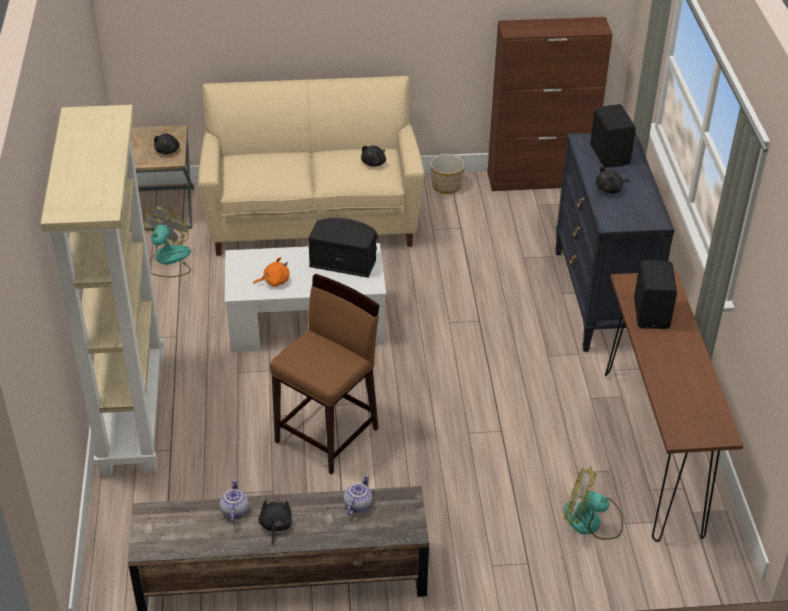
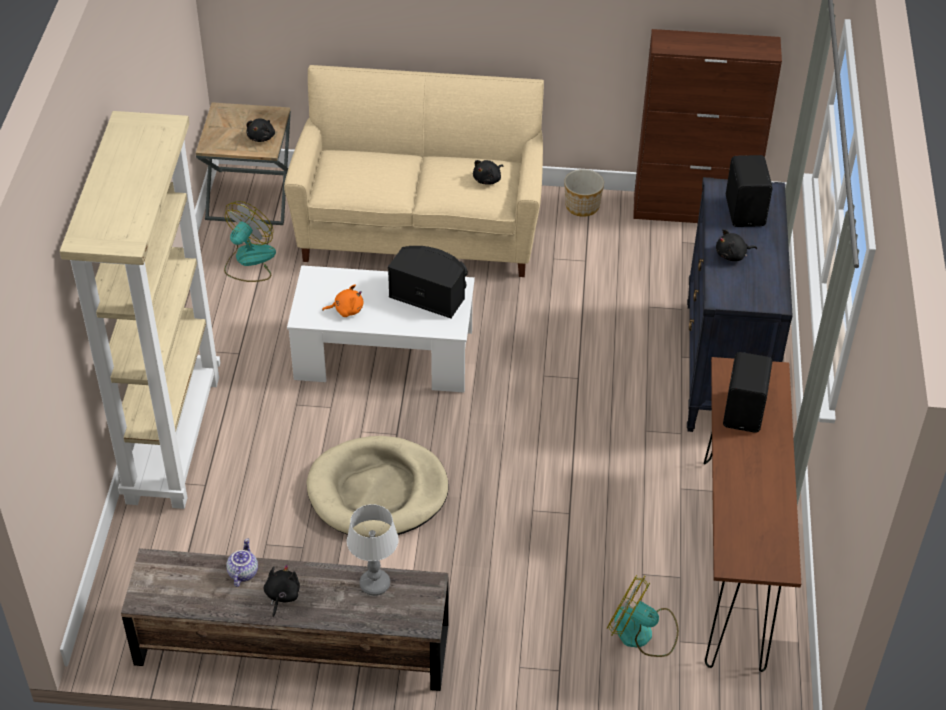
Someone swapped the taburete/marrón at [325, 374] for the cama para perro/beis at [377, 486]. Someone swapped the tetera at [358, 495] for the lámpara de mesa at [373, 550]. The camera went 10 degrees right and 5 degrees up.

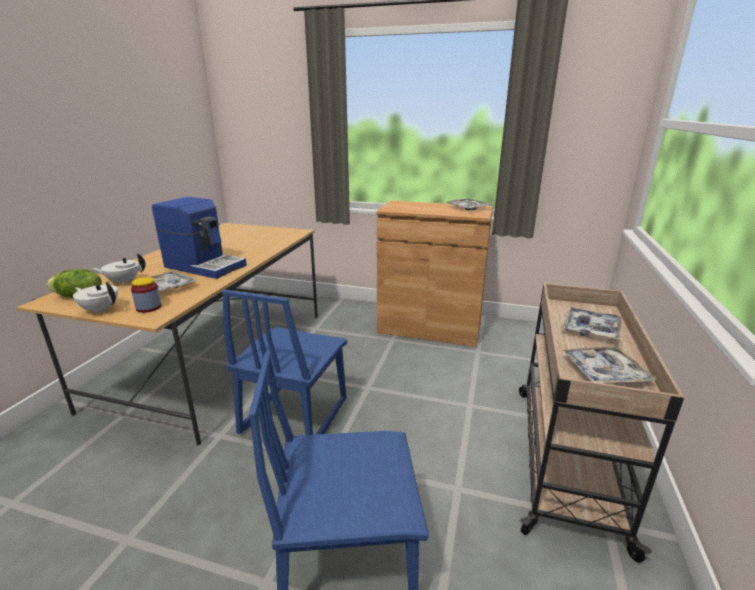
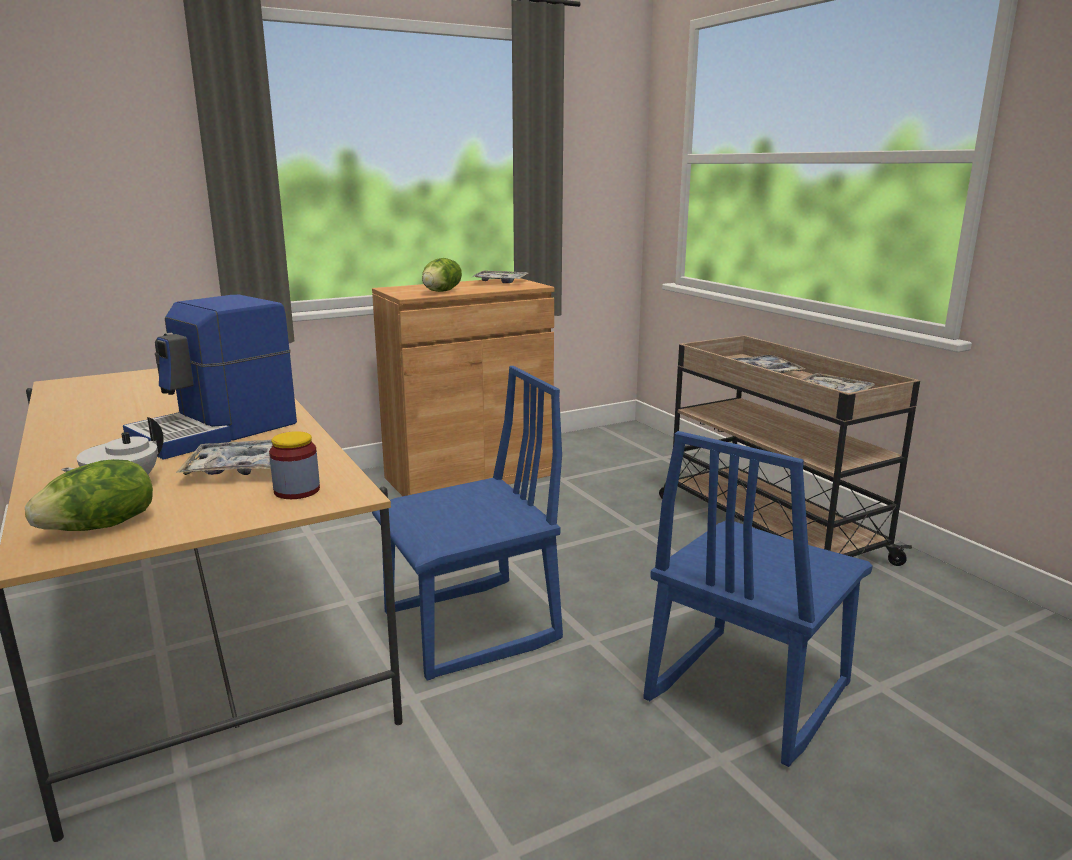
Someone rotated the cafetera at [199, 238] by 150 degrees clockwise. Someone rotated the silla/azul at [284, 362] by 90 degrees counterclockwise. Someone put down the lechuga at [442, 275]. Someone took away the tetera/blanco at [95, 298]. The camera went 45 degrees left and 5 degrees down.

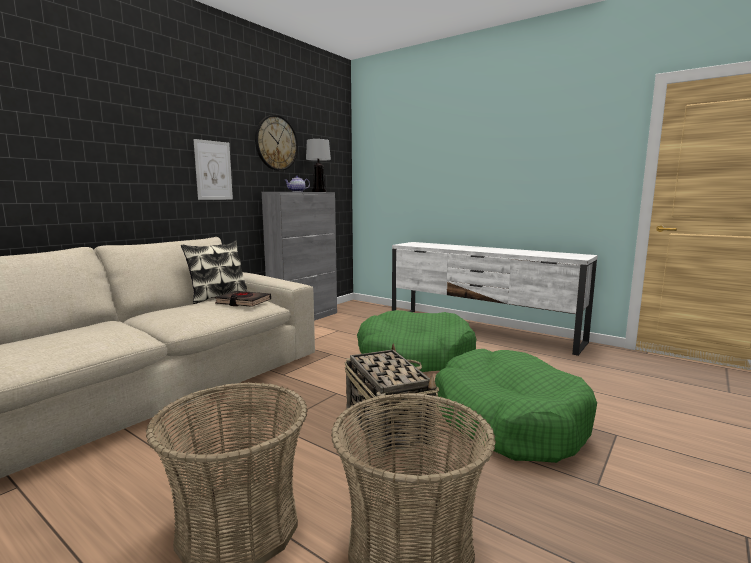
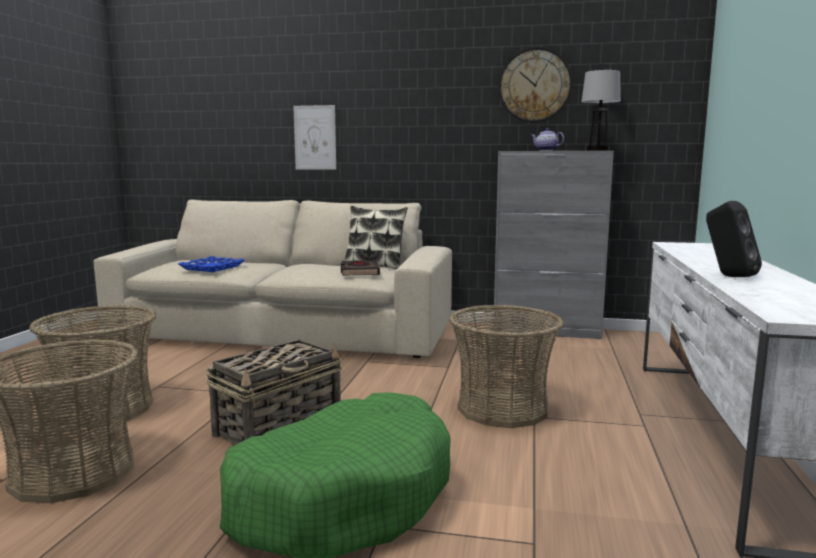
Someone put down the bandeja/azul at [211, 264]. Someone carried the cuadro from [213, 169] to [314, 137]. Someone swapped the cama para perro/verde at [416, 341] for the cesta at [506, 366]. Someone put down the altavoz/negro at [734, 239]. The camera went 65 degrees right and 0 degrees up.

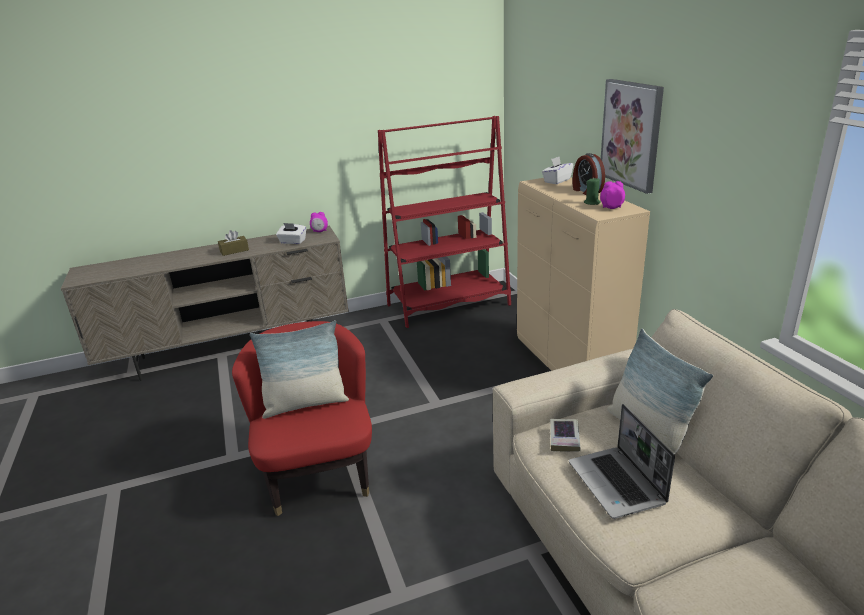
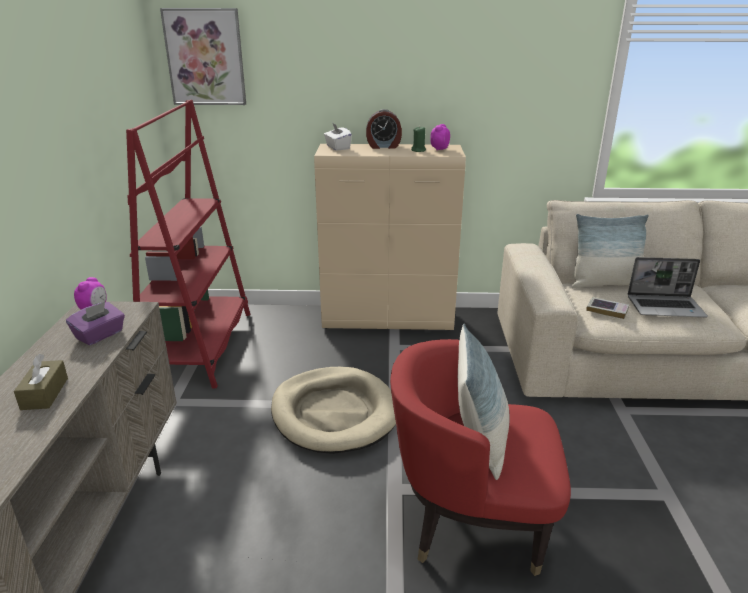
Someone repainted the caja de pañuelos/blanco at [291, 233], which became the caja de pañuelos/morado at [95, 323]. Someone carried the cuadro from [632, 136] to [203, 56]. Someone put down the cama para perro/beis at [333, 410]. The camera went 70 degrees left and 0 degrees up.

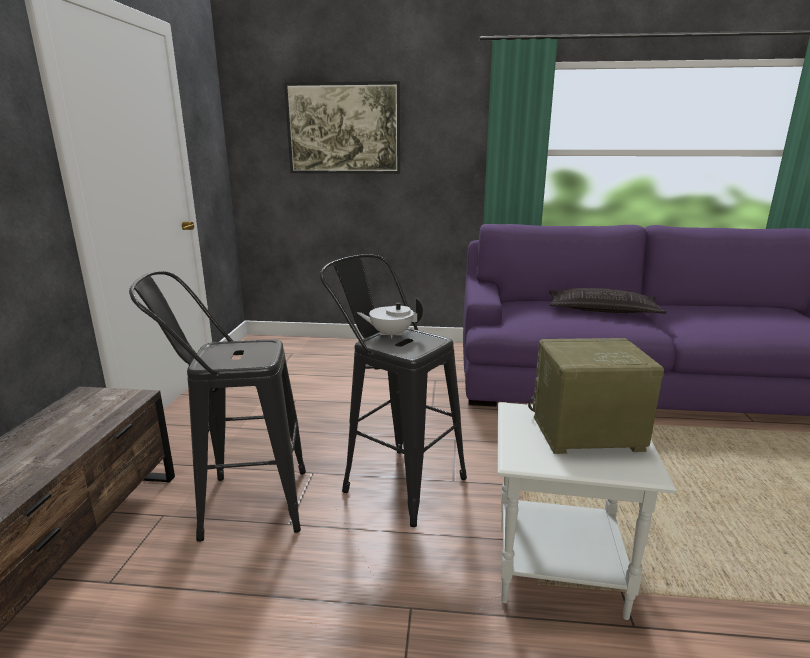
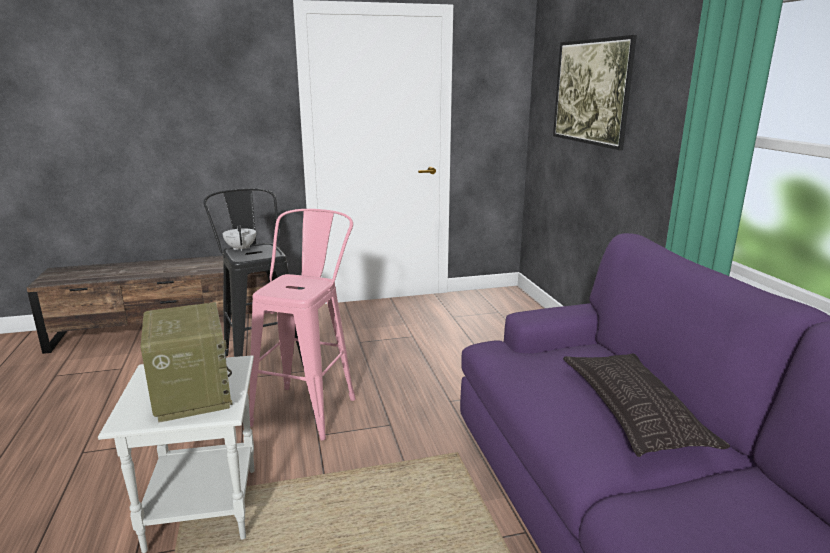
Someone carried the tetera/blanco from [390, 318] to [239, 238]. Someone repainted the taburete/negro at [393, 390], which became the taburete/rosa at [302, 325]. The camera went 70 degrees right and 0 degrees up.

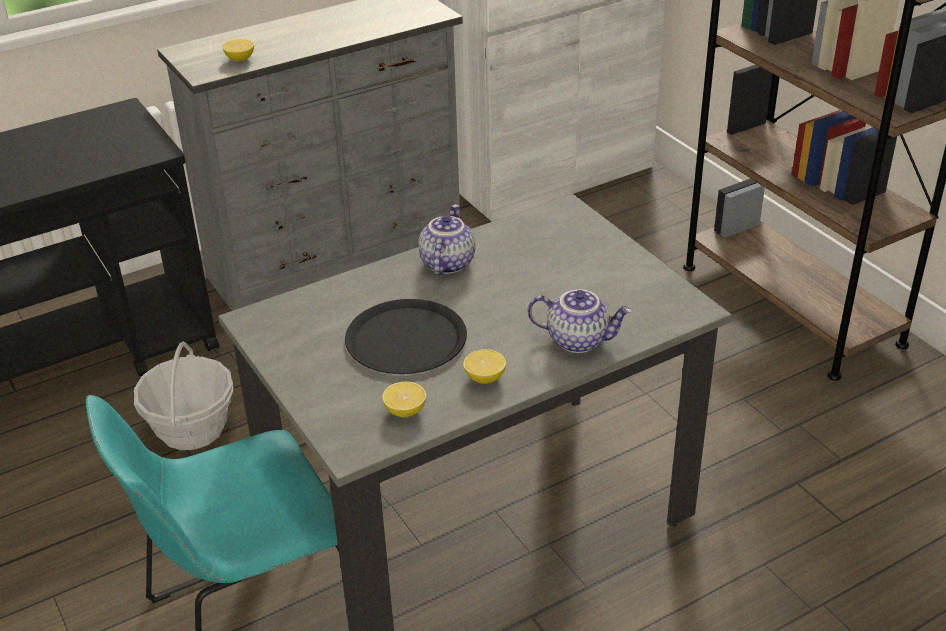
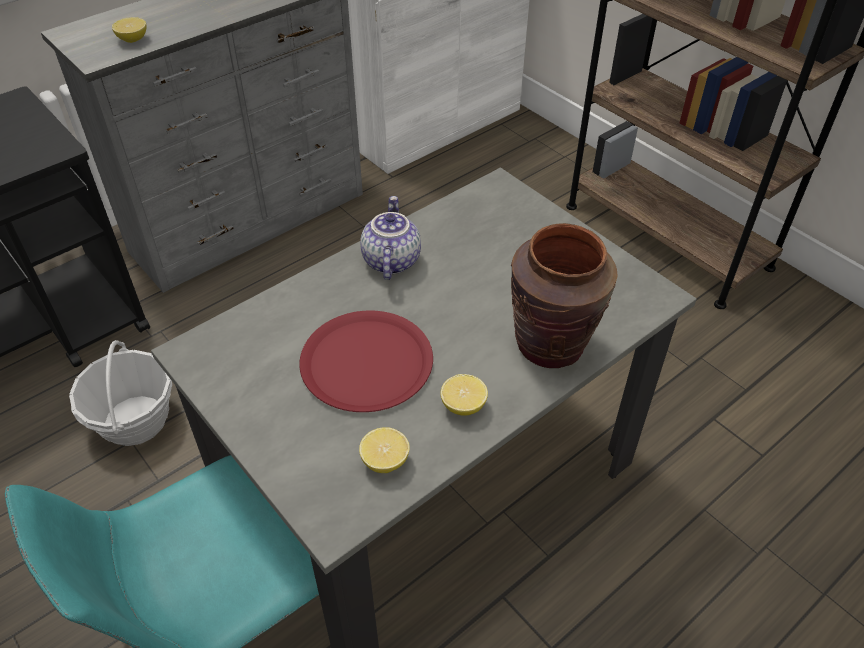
Someone repainted the plato/negro at [406, 336], which became the plato/rojo at [366, 361]. Someone swapped the tetera at [580, 321] for the florero/marrón at [564, 295]. The camera went 10 degrees left and 10 degrees up.

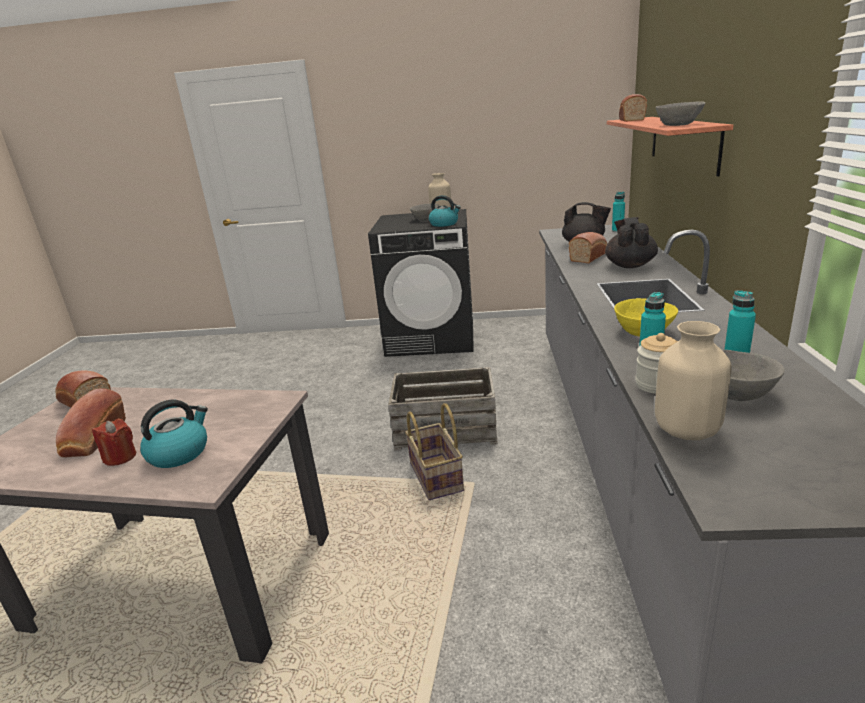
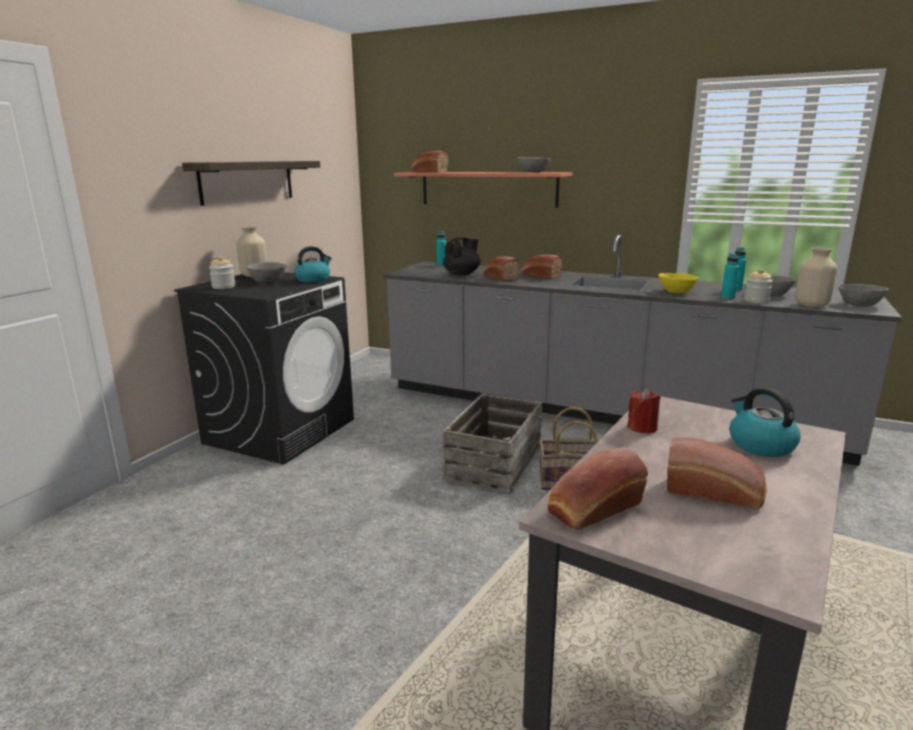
Someone put up the estante at [251, 183]. Someone put down the tarro at [222, 272]. Someone swapped the tetera/negro at [631, 242] for the pan at [542, 267]. Someone carried the vela/rojo from [114, 442] to [644, 411]. Someone put down the cuenco/gris at [863, 295]. The camera went 70 degrees left and 5 degrees down.

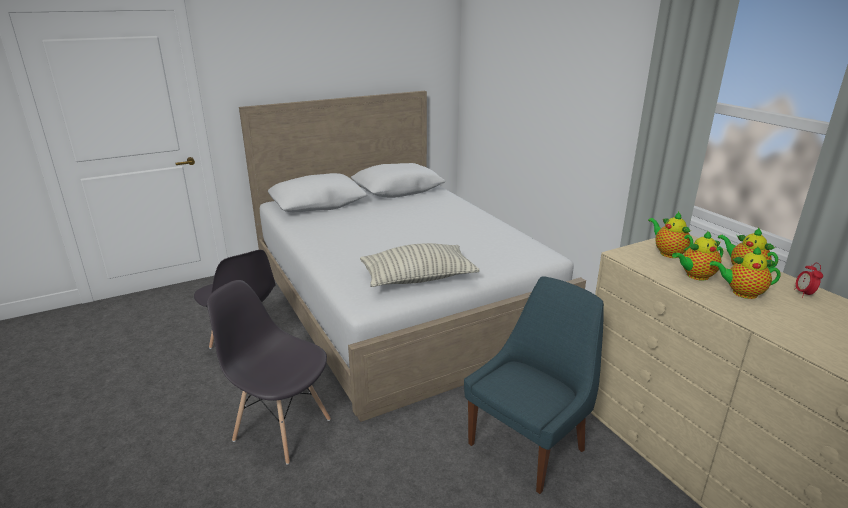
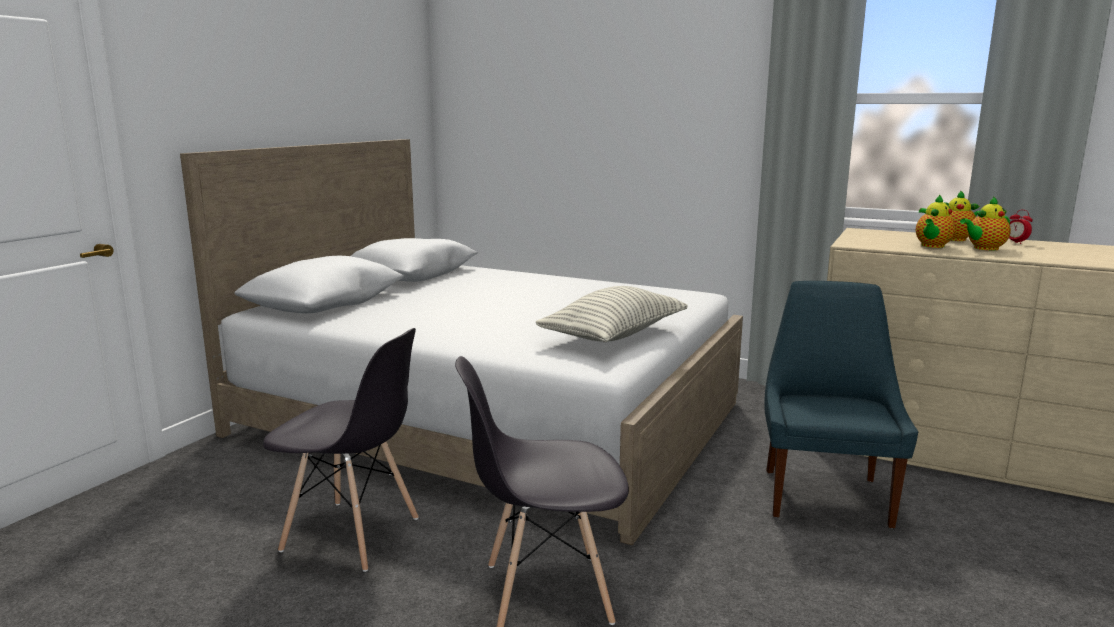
Someone took away the tetera at [670, 234]. The camera went 35 degrees left and 10 degrees down.

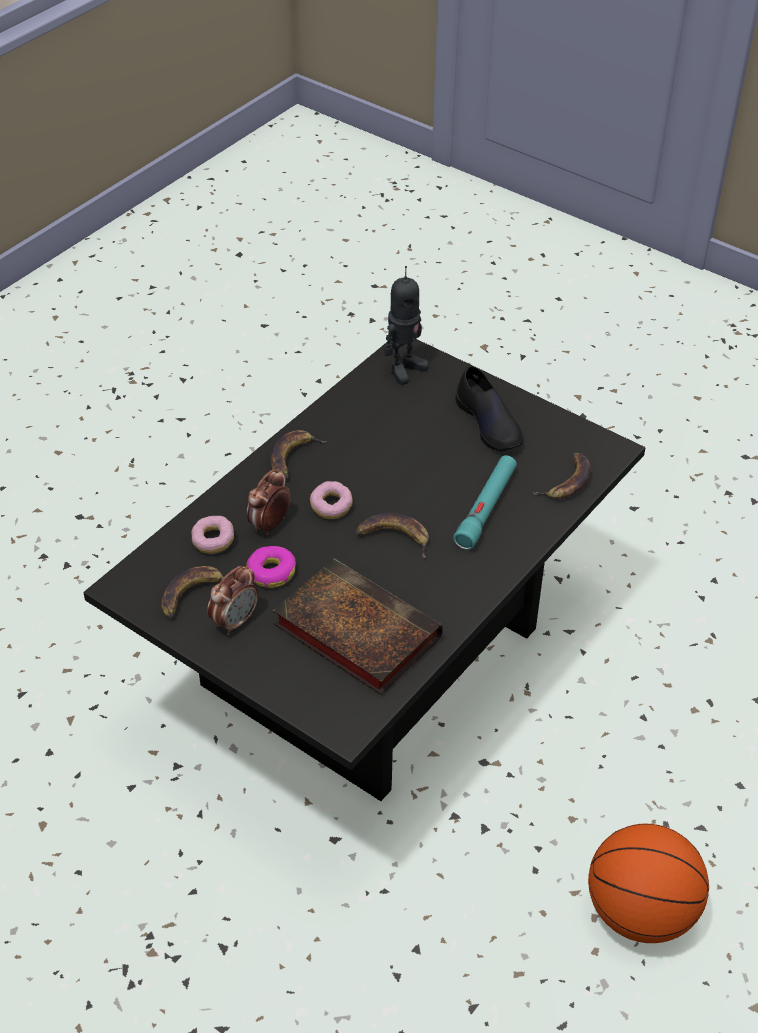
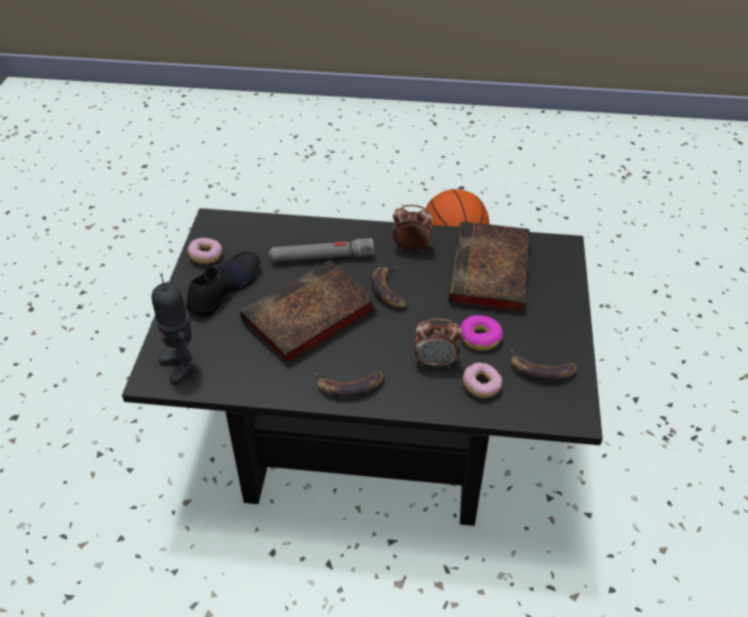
Someone rotated the robot de juguete at [406, 325] by 135 degrees counterclockwise. Someone carried the rosquilla from [331, 500] to [205, 251]. Someone put down the libro at [308, 313]. Someone repainted the linterna/turquesa at [485, 502], which became the linterna/gris at [321, 250]. Someone carried the despertador from [232, 600] to [413, 228]. Someone took away the plátano at [562, 475]. The camera went 120 degrees left and 0 degrees up.

